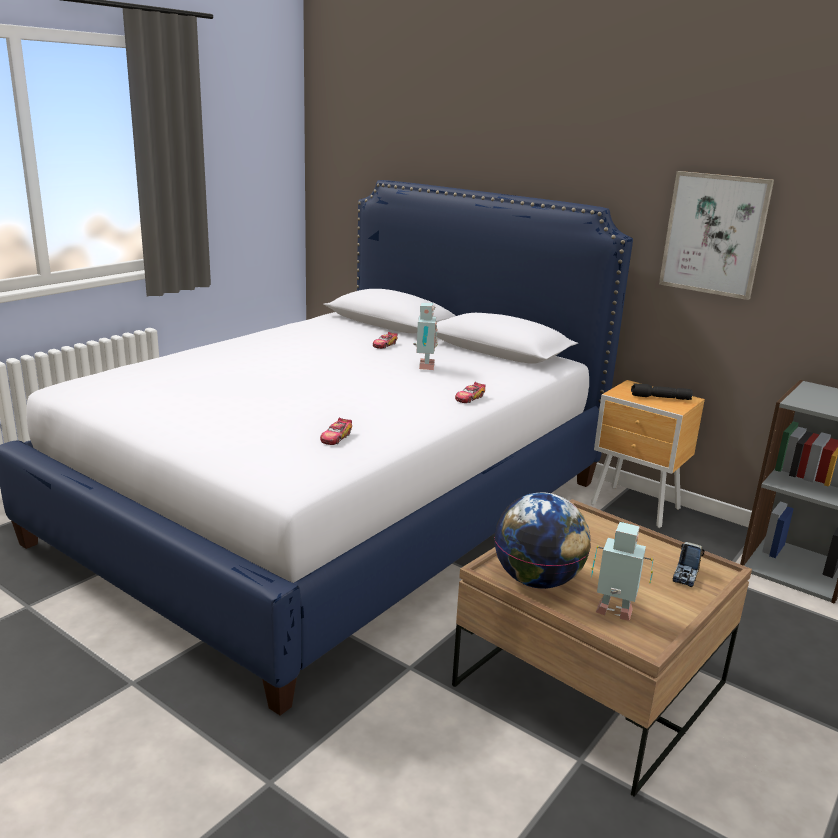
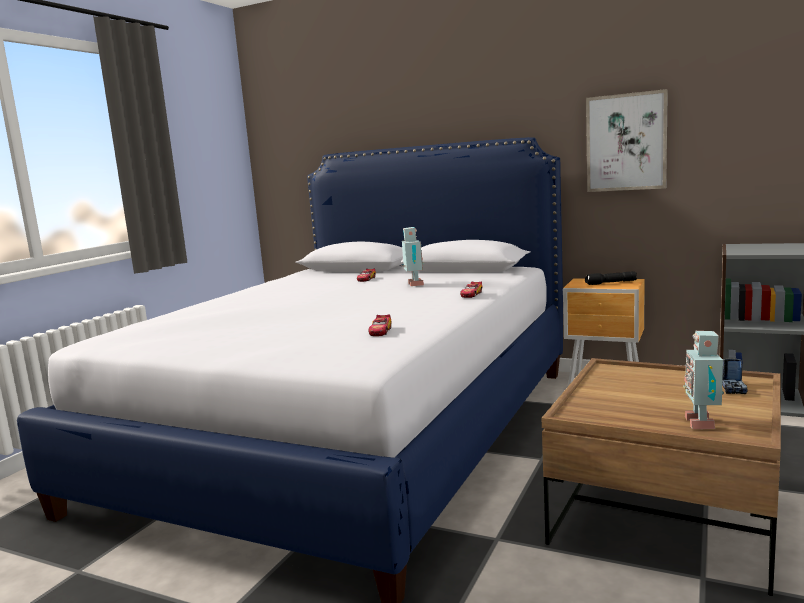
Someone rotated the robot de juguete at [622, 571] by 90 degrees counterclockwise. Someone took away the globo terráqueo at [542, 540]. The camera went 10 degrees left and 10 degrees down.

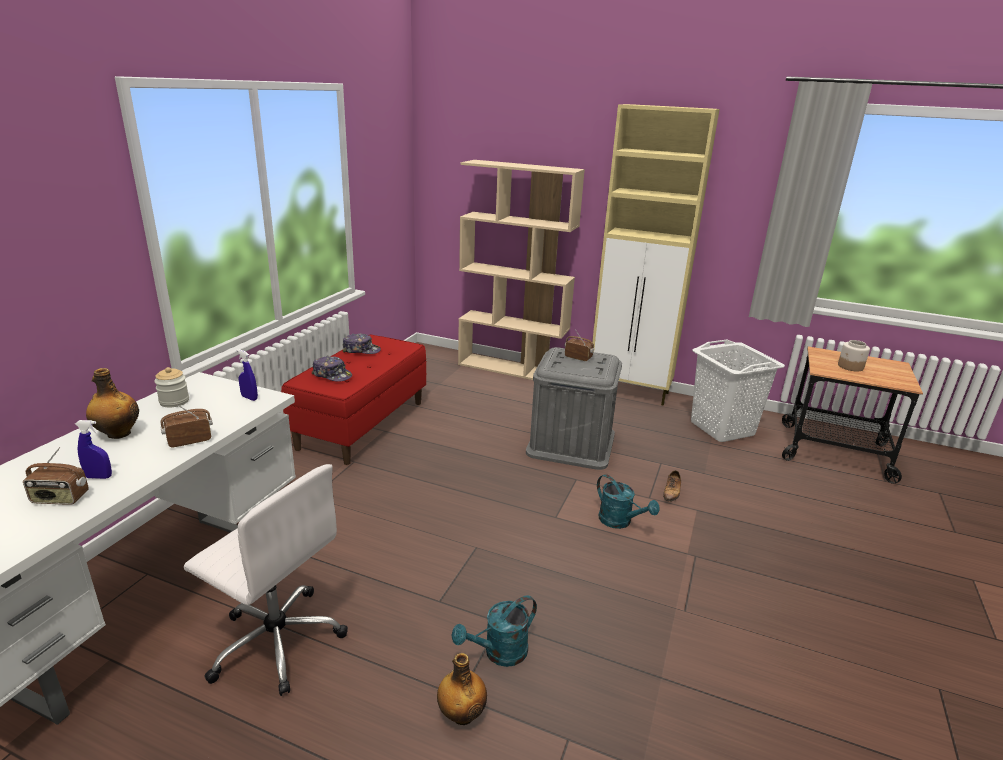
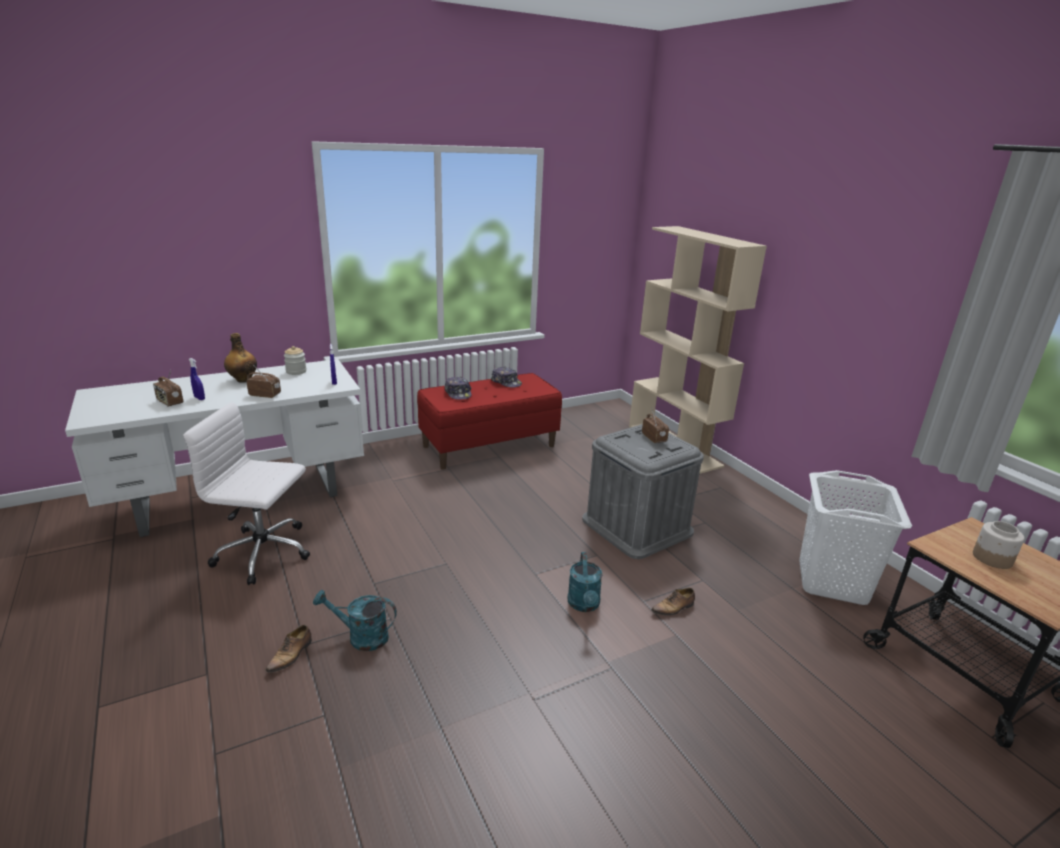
Someone rotated the silla de oficina/blanco at [266, 580] by 120 degrees clockwise. Someone swapped the botella at [462, 689] for the zapato at [288, 649]. Someone took away the armario/beis at [656, 255]. The camera went 40 degrees right and 0 degrees up.

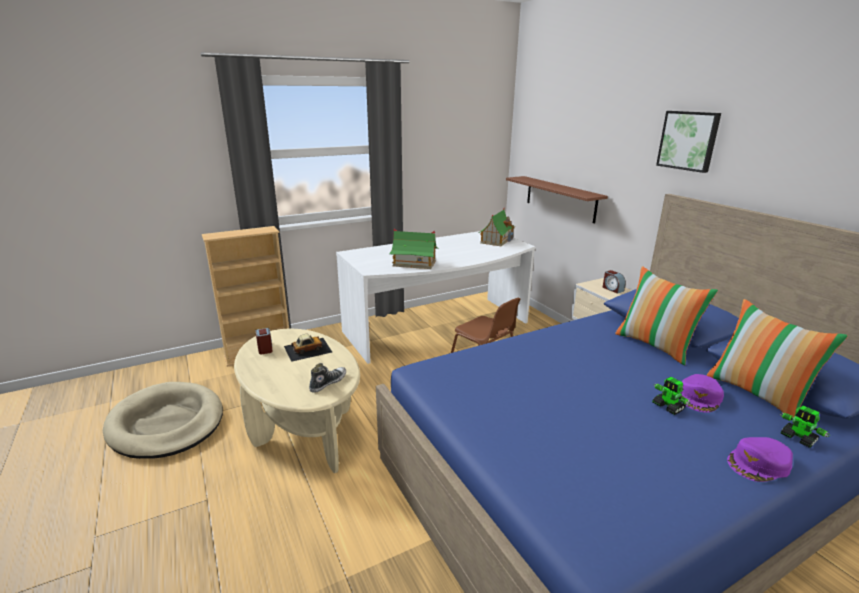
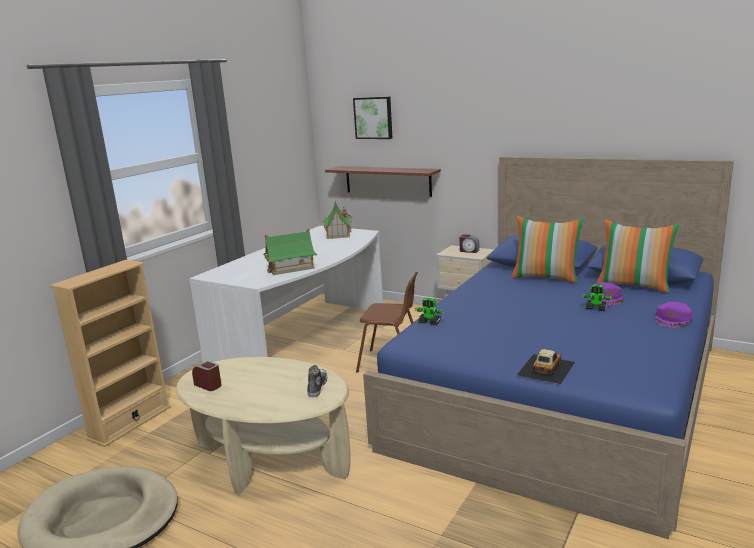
Someone carried the cuadro from [688, 142] to [372, 118]. Someone carried the robot de juguete from [805, 427] to [429, 311]. Someone carried the coche de juguete from [308, 348] to [546, 366]. The camera went 30 degrees left and 5 degrees down.

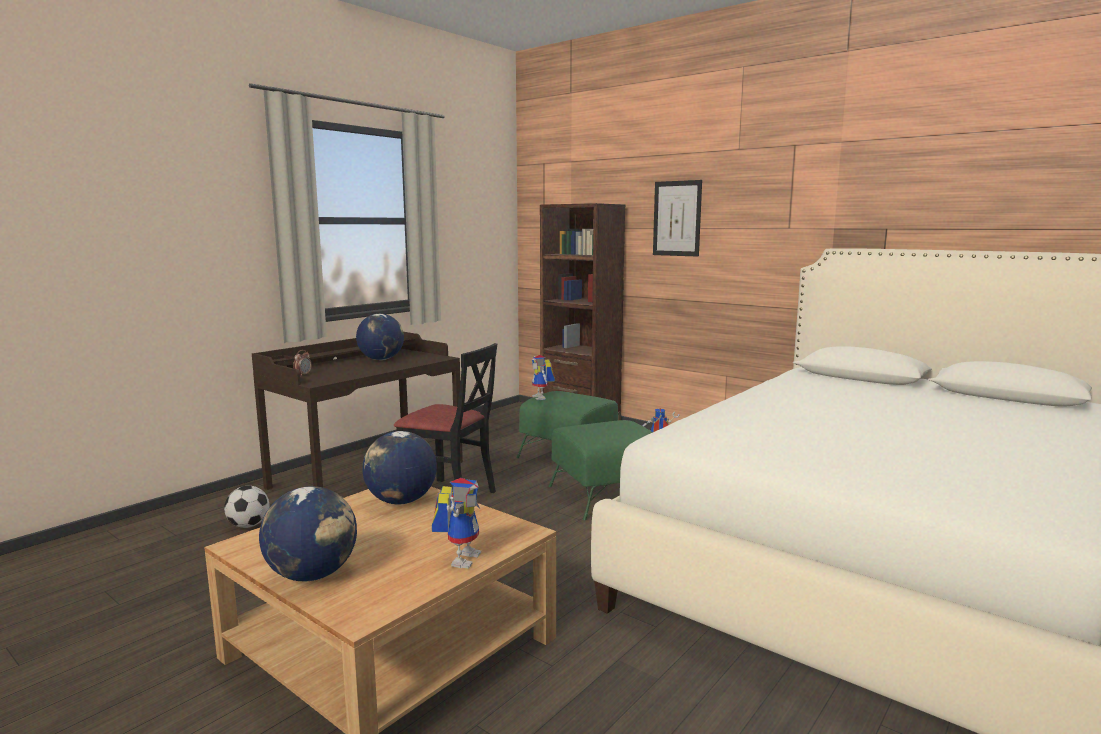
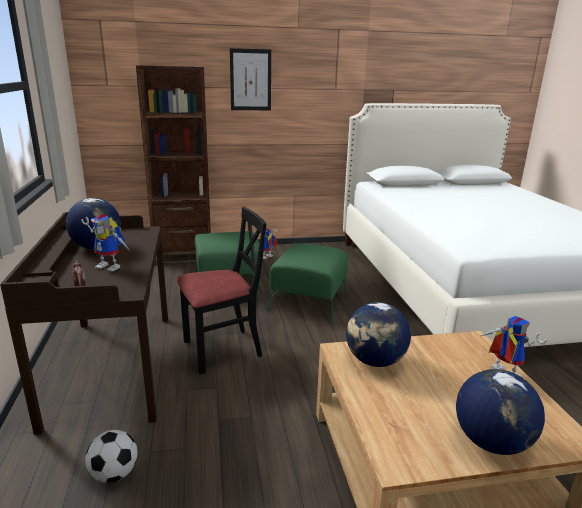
Someone carried the robot de juguete from [543, 377] to [105, 243]. The camera went 50 degrees left and 10 degrees up.

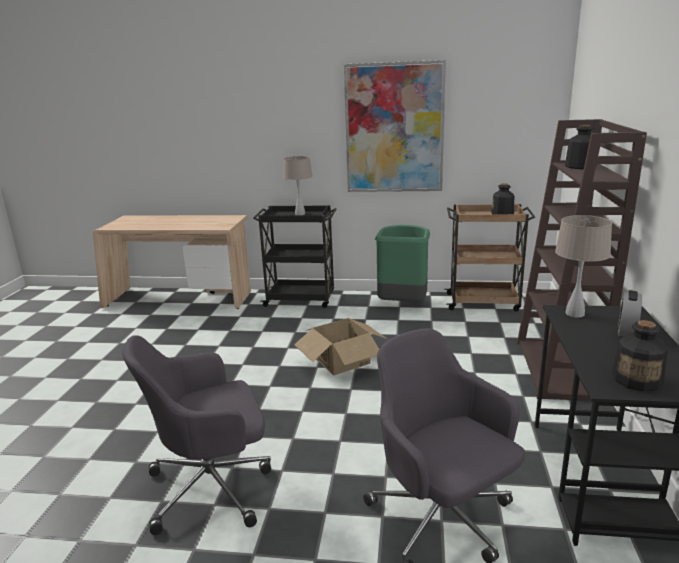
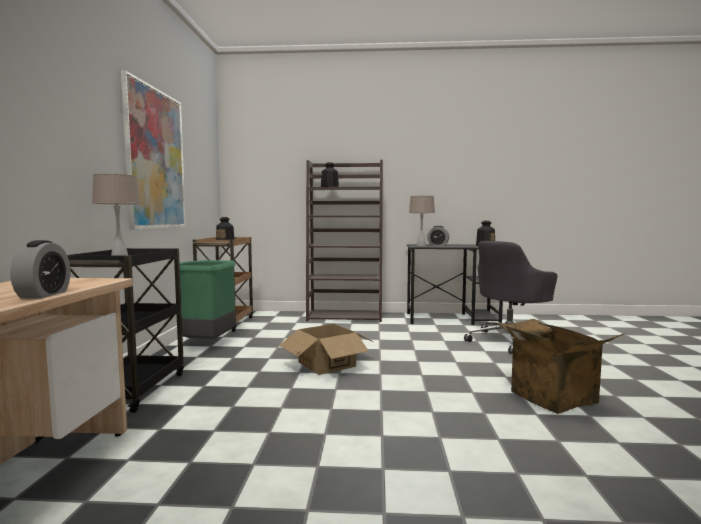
Someone put down the despertador at [40, 269]. Someone swapped the silla de oficina/gris at [196, 435] for the caja de cartón at [560, 366]. The camera went 95 degrees left and 15 degrees down.

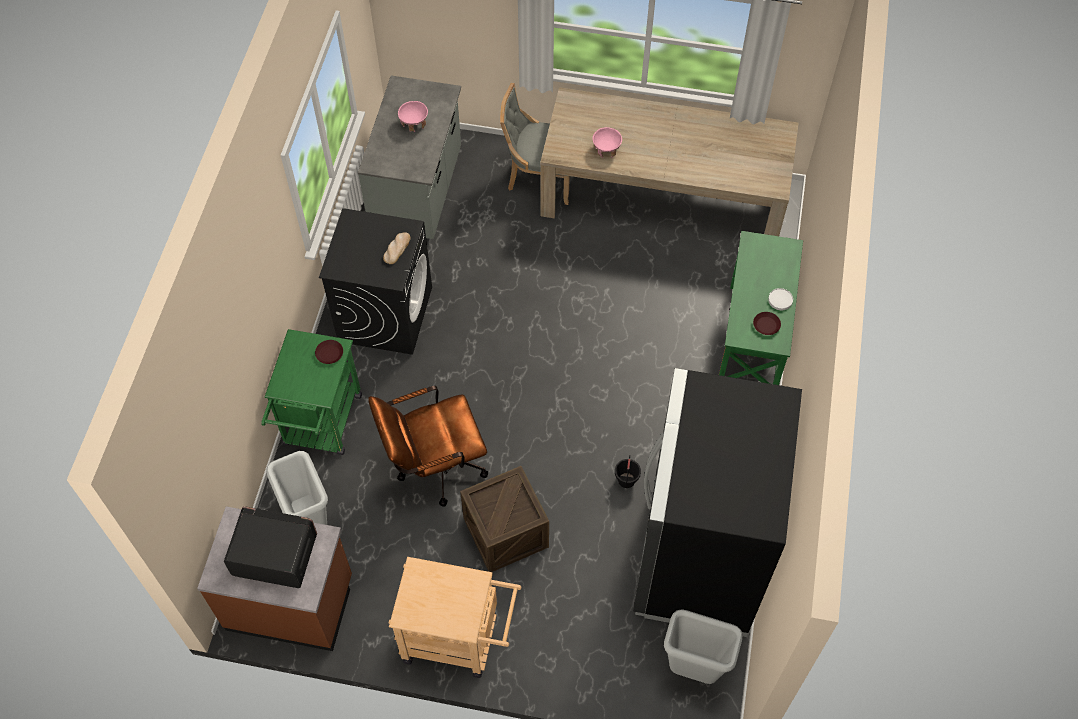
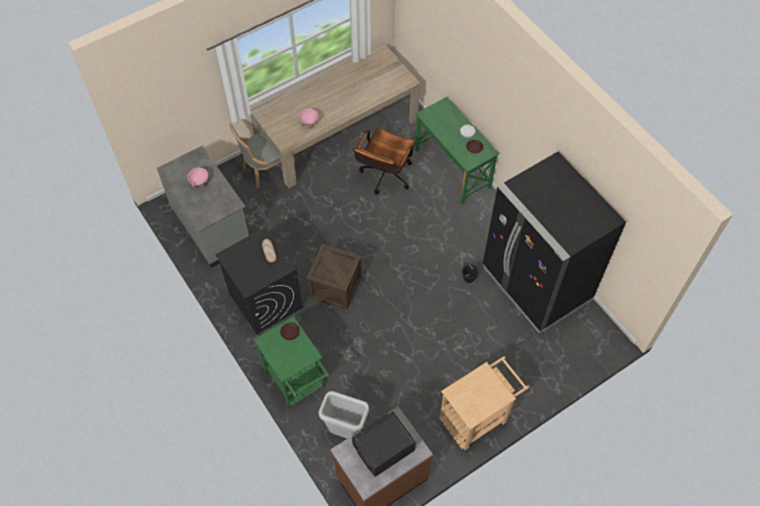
Someone carried the caja de embalaje from [504, 519] to [334, 277]. Someone carried the silla de oficina/marrón from [428, 446] to [384, 161]. Someone took away the papelera/gris at [703, 646]. The camera went 45 degrees left and 0 degrees up.

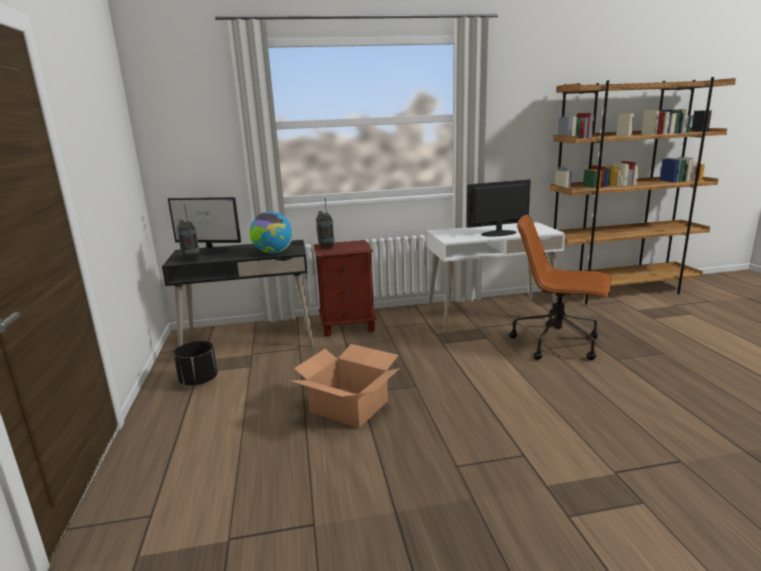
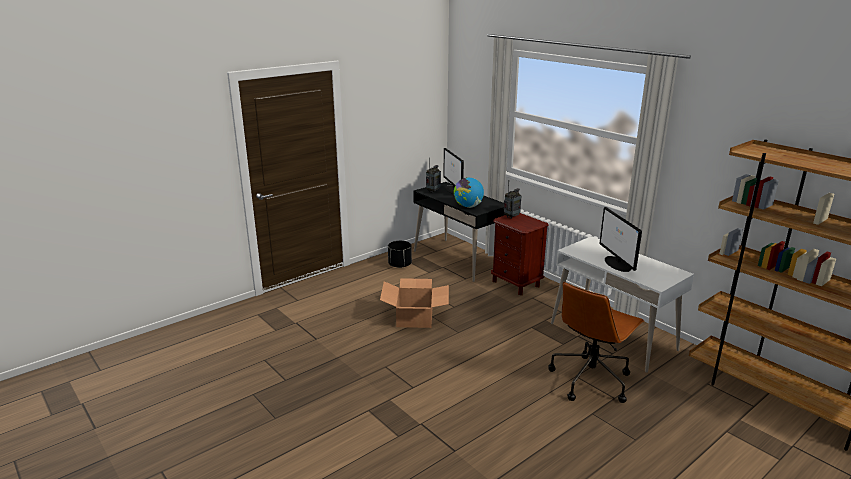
Someone rotated the silla de oficina/marrón at [560, 287] by 135 degrees counterclockwise. Someone rotated the monitor at [499, 207] by 150 degrees counterclockwise. The camera went 60 degrees right and 5 degrees up.

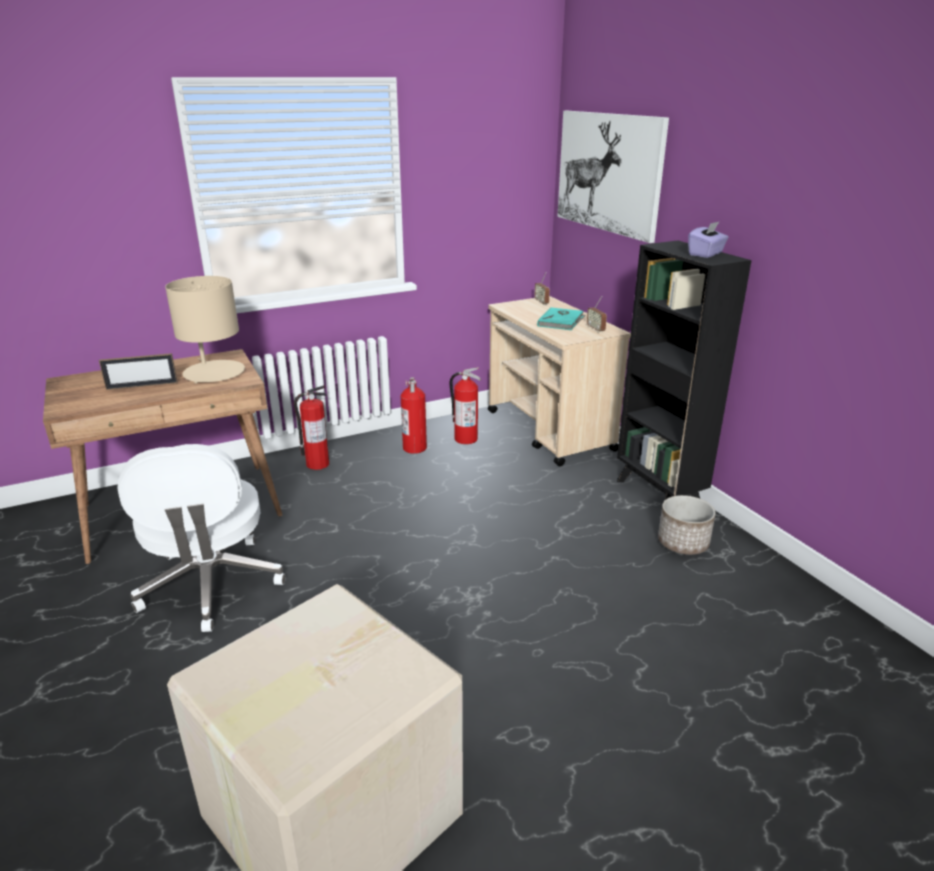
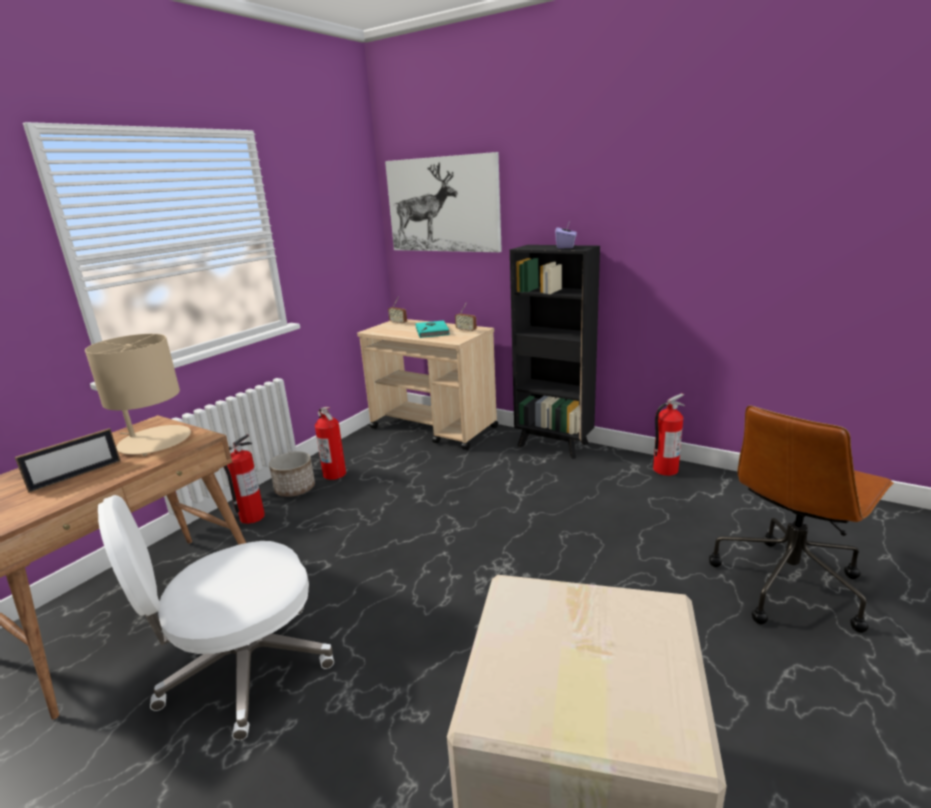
Someone rotated the silla de oficina/blanco at [201, 538] by 105 degrees clockwise. Someone carried the maceta from [687, 525] to [292, 474]. Someone carried the extintor from [465, 405] to [669, 434]. Someone put down the silla de oficina/marrón at [801, 519]. The camera went 30 degrees left and 5 degrees down.

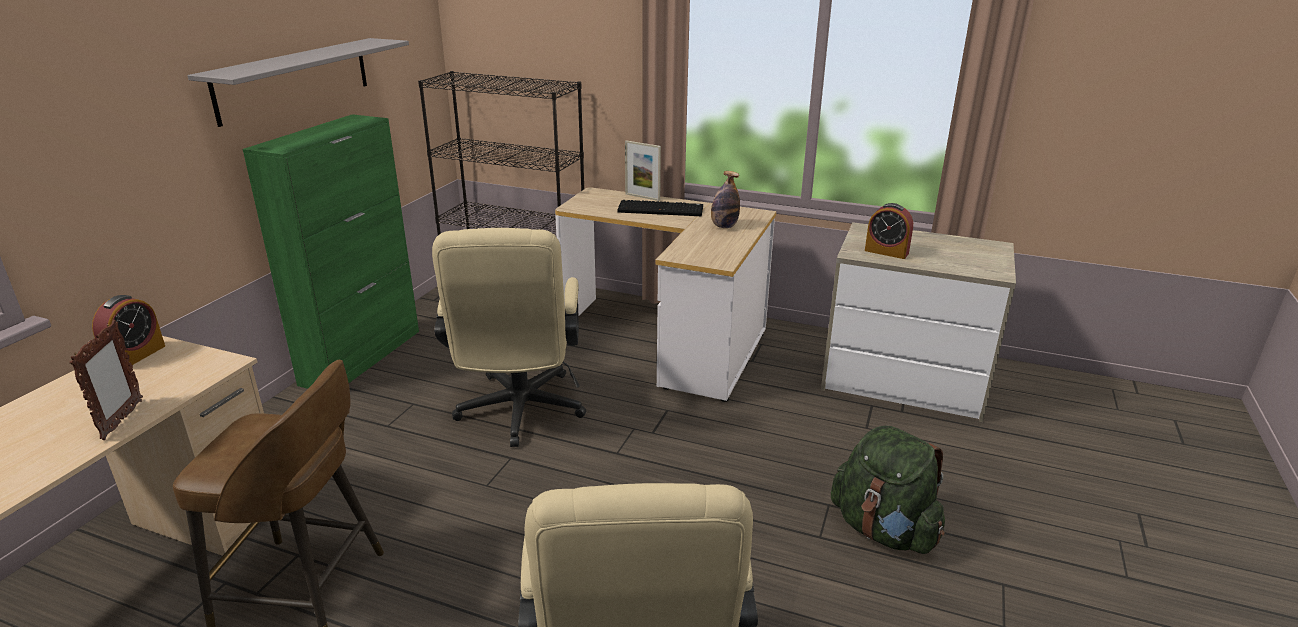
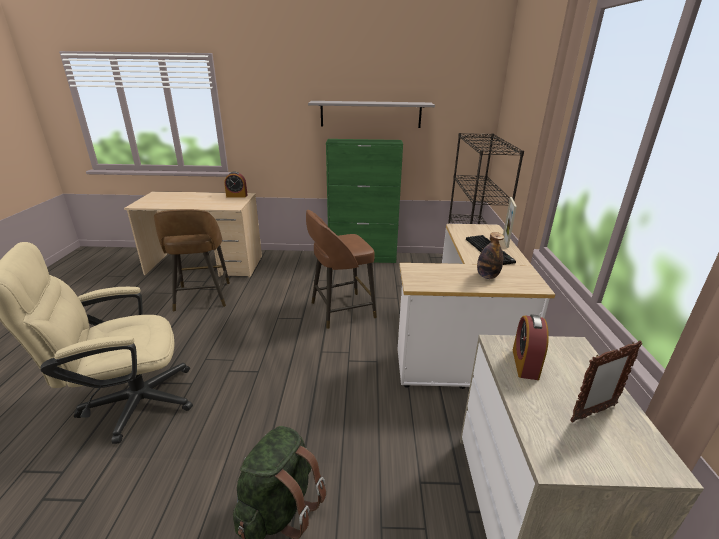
Someone swapped the silla de oficina/beis at [509, 337] for the taburete/marrón at [341, 269]. Someone carried the portarretratos from [106, 380] to [606, 381]. The camera went 70 degrees right and 0 degrees up.

